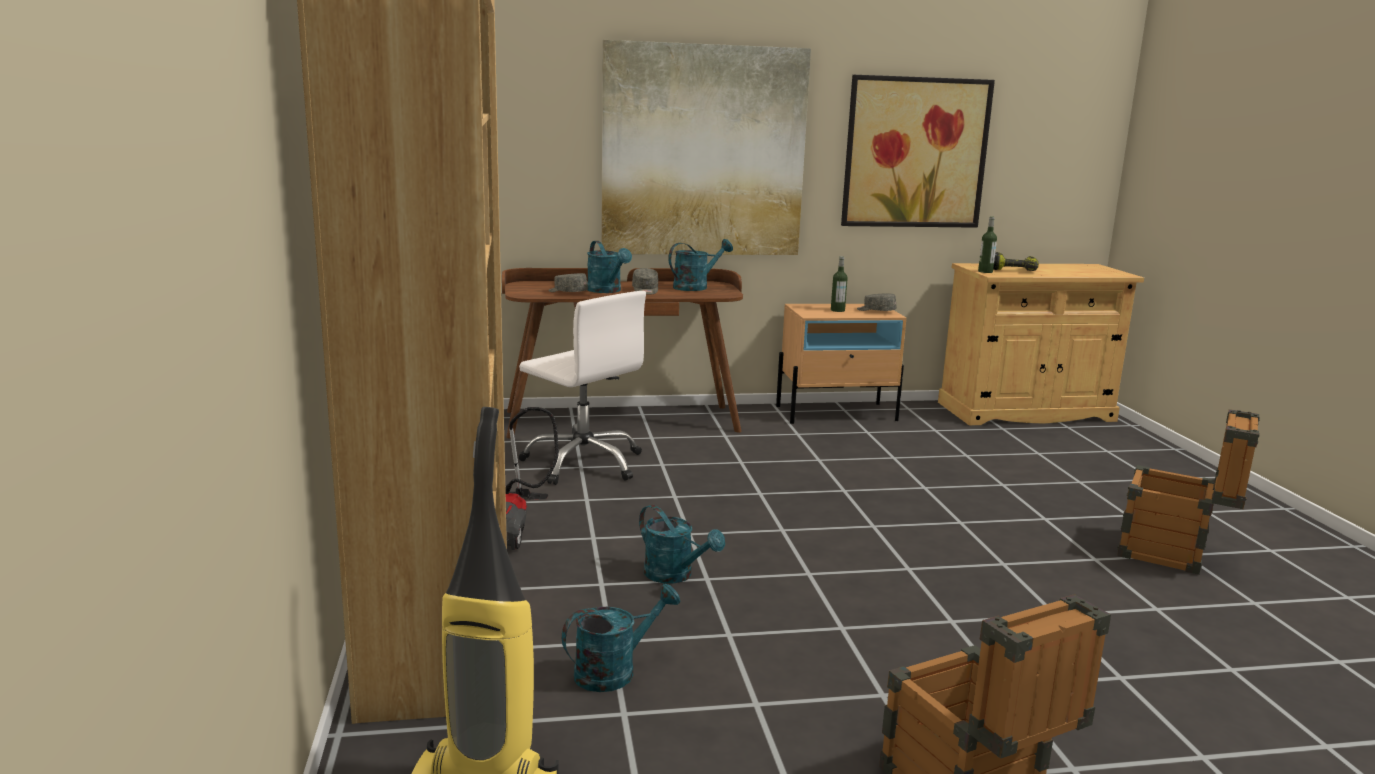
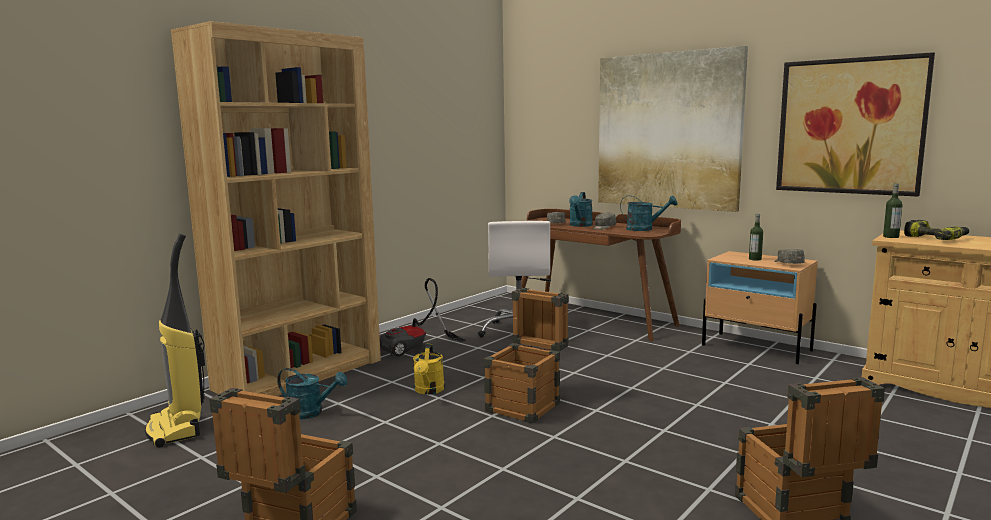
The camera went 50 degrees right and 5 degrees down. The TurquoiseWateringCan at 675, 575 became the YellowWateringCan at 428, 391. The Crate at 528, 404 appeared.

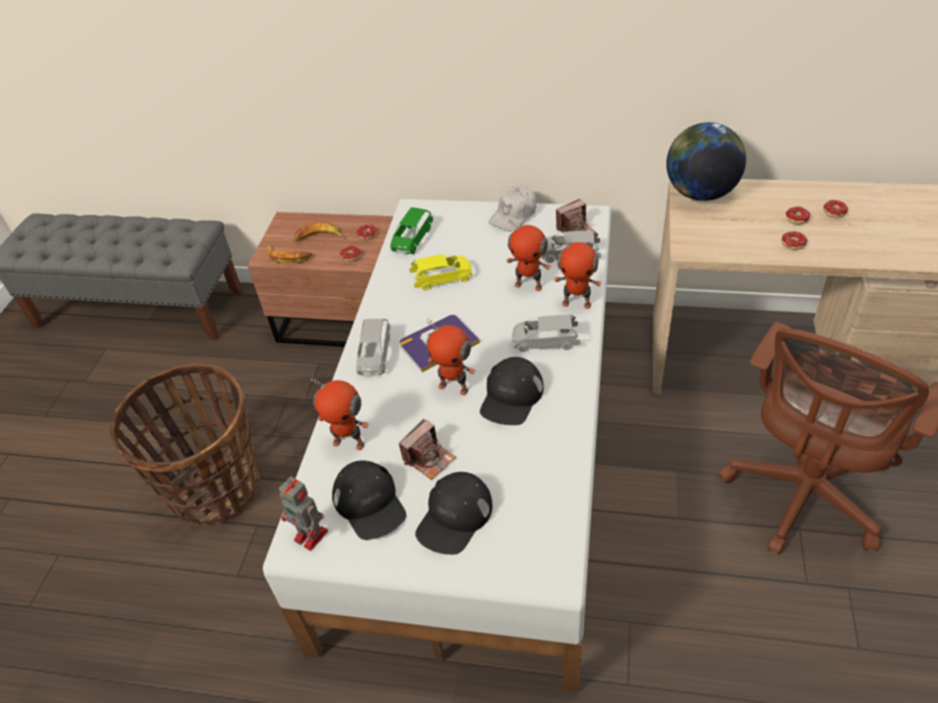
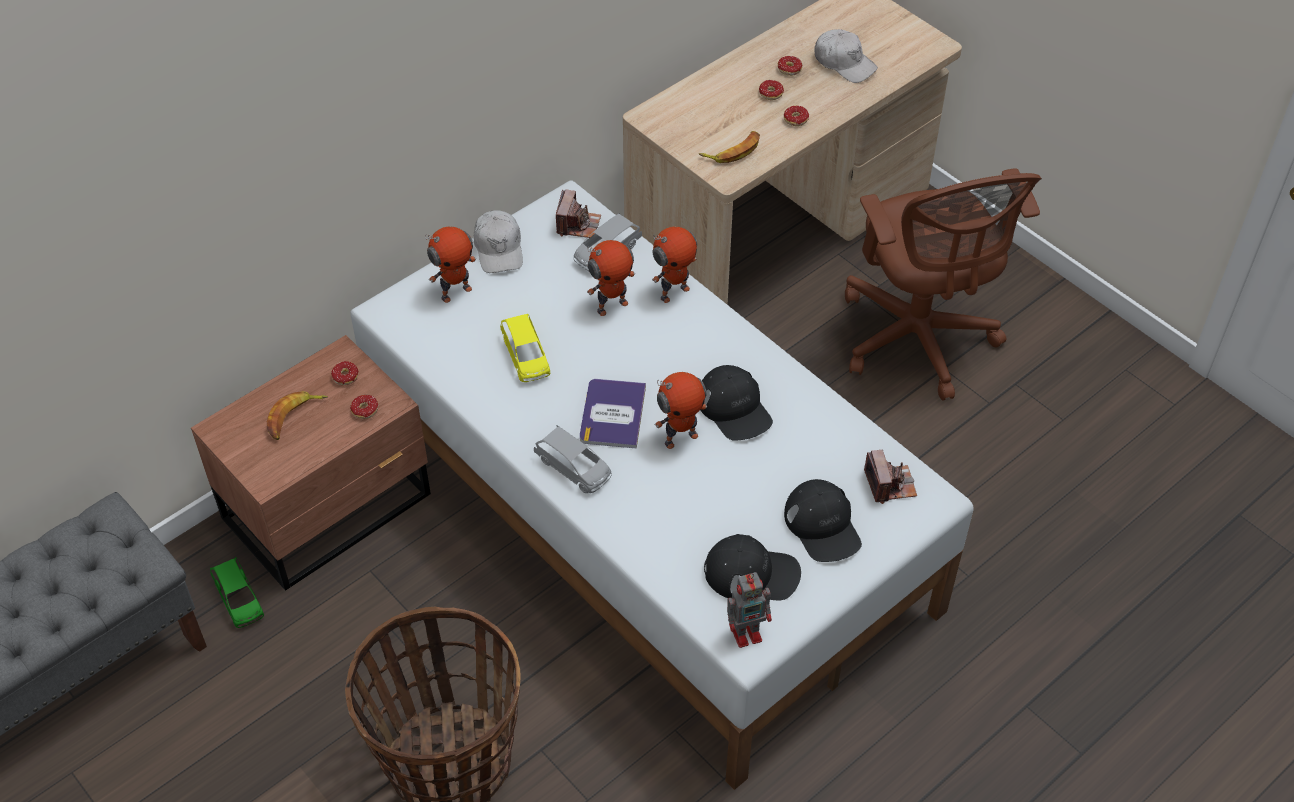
The camera went 55 degrees left and 5 degrees up. The GreenToyCar moved from 412, 239 to 239, 599. The ToyRobot moved from 349, 442 to 455, 292. The YellowToyCar at 442, 278 turned 135 degrees clockwise. The Banana moved from 288, 257 to 733, 151. The WhiteCap at 844, 63 appeared. The PhotoCamera moved from 429, 458 to 890, 484. The GreyToyCar at 545, 341 disappeared. The Globe at 700, 193 disappeared.

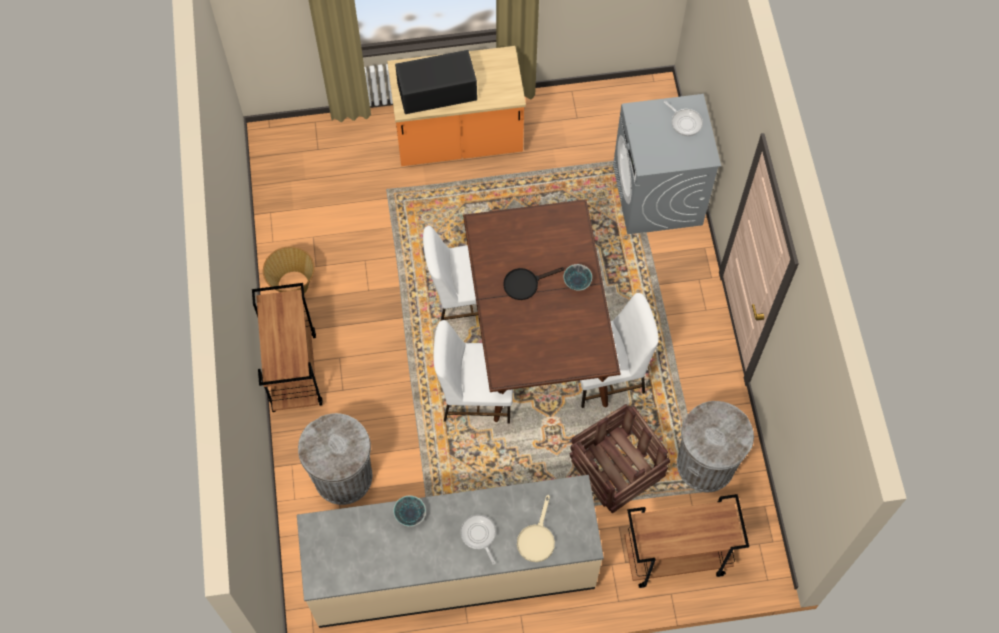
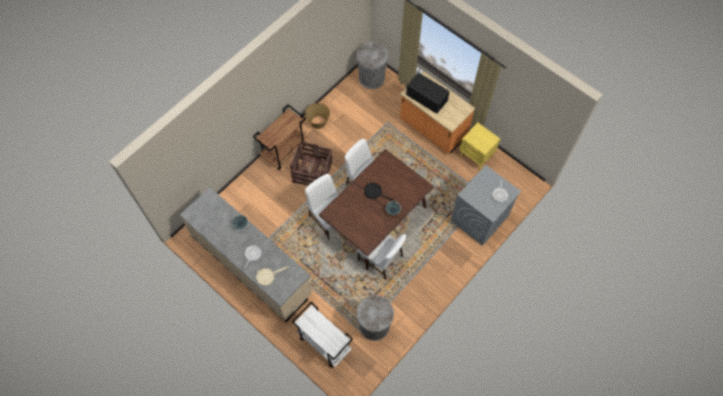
The camera went 50 degrees right and 0 degrees up. The Crate moved from 616, 467 to 312, 171. The BrownCart at 675, 558 became the WhiteCart at 324, 343. The GreyTrashCan moved from 343, 477 to 371, 78. The YellowNightstand at 476, 157 appeared.

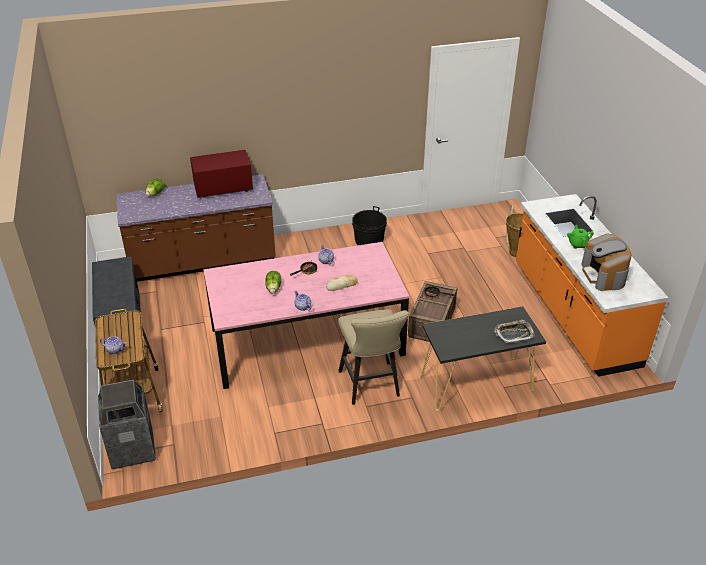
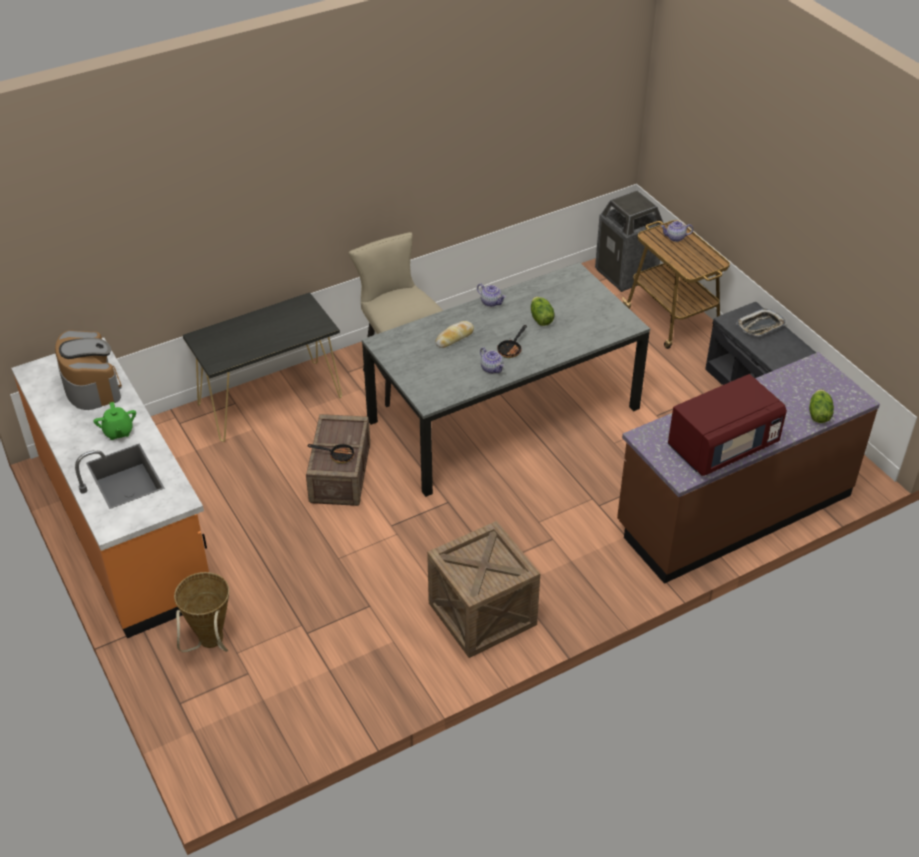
The camera went 165 degrees right and 5 degrees up. The PinkDiningTable at 306, 342 became the GreyDiningTable at 504, 414. The BlackBucket at 369, 240 was replaced by the Crate at 482, 614. The Tray moved from 514, 334 to 760, 326.

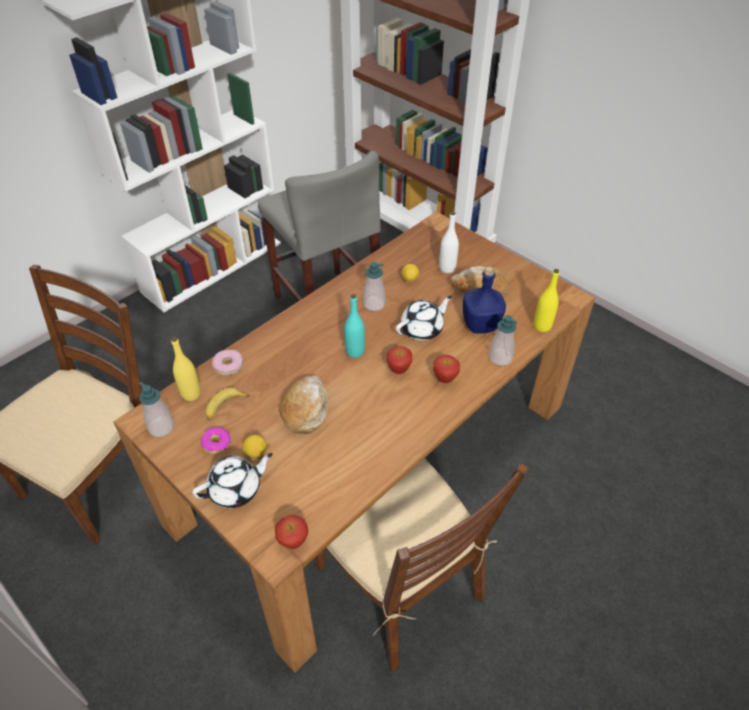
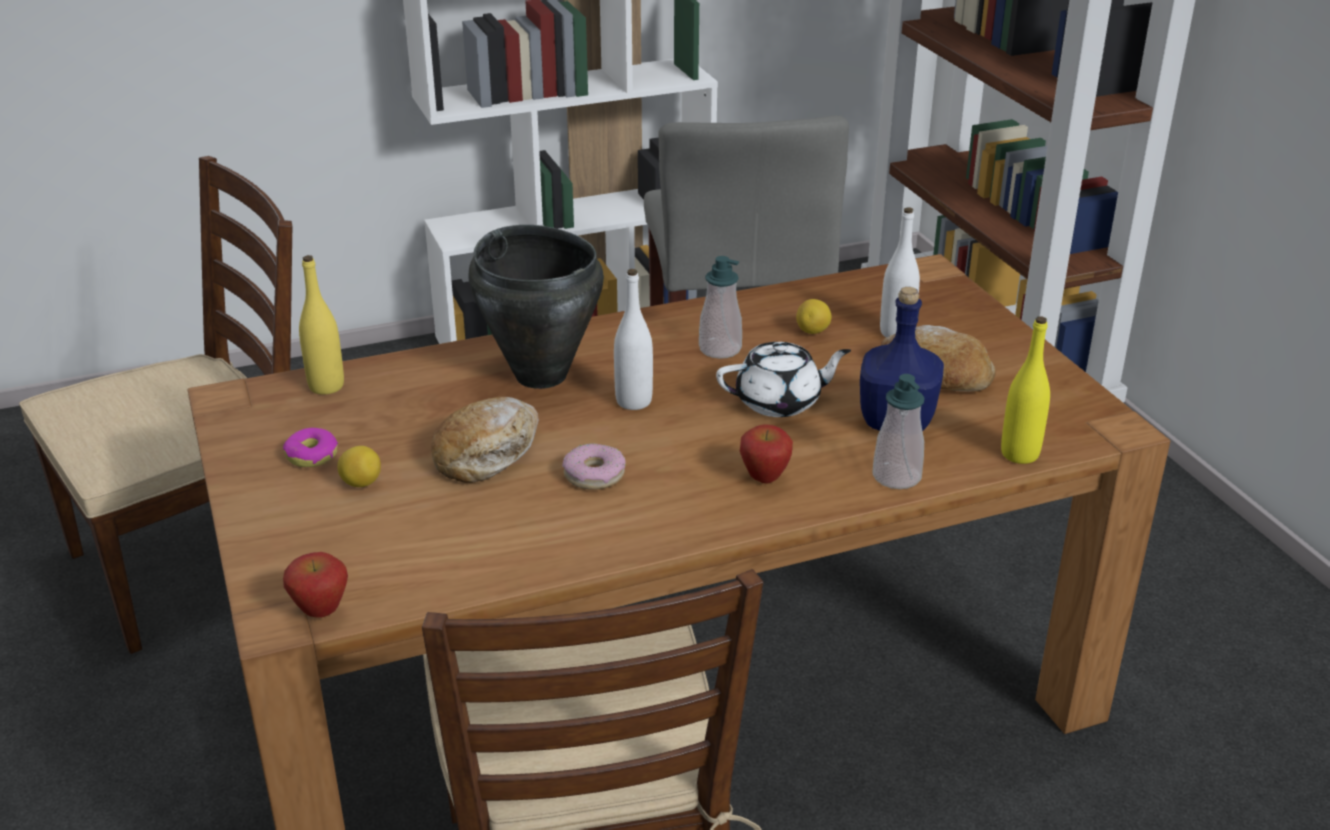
The camera went 25 degrees right and 15 degrees down. The BlackCookingPot at 541, 375 appeared. The Donut moved from 228, 365 to 594, 475. The TurquoiseBottle at 355, 351 became the WhiteBottle at 634, 401. The SoapDispenser at 161, 427 disappeared. The WhiteTeapot at 236, 489 disappeared. The Banana at 224, 407 disappeared. The Apple at 398, 370 disappeared.

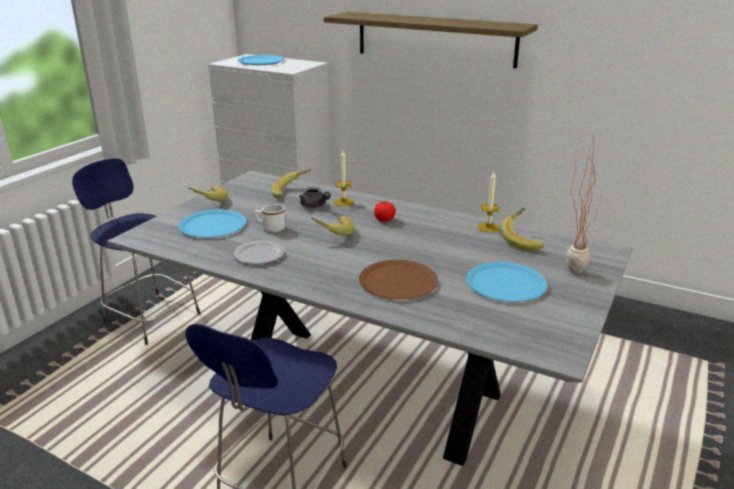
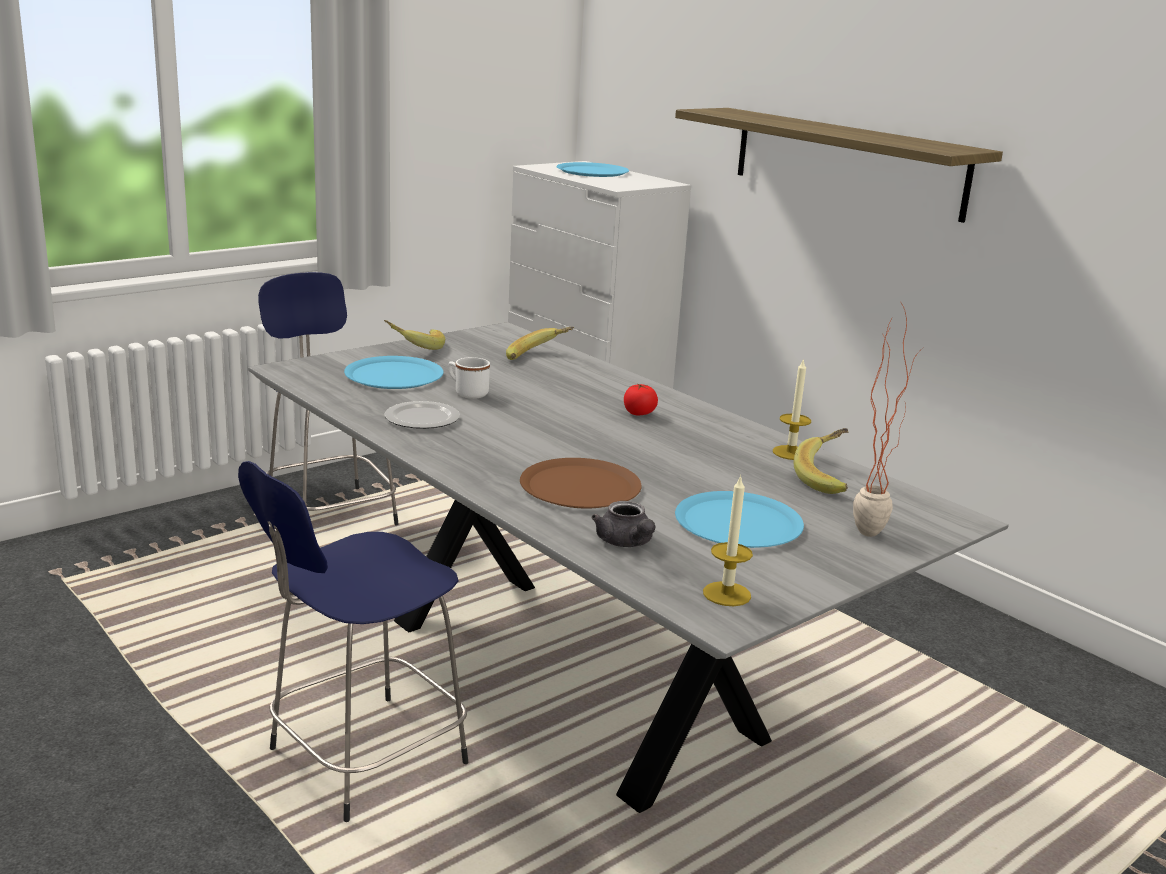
The camera went 20 degrees right and 5 degrees down. The GreyTeapot moved from 315, 206 to 626, 543. The Candle moved from 343, 202 to 726, 594. The Banana at 332, 233 disappeared.

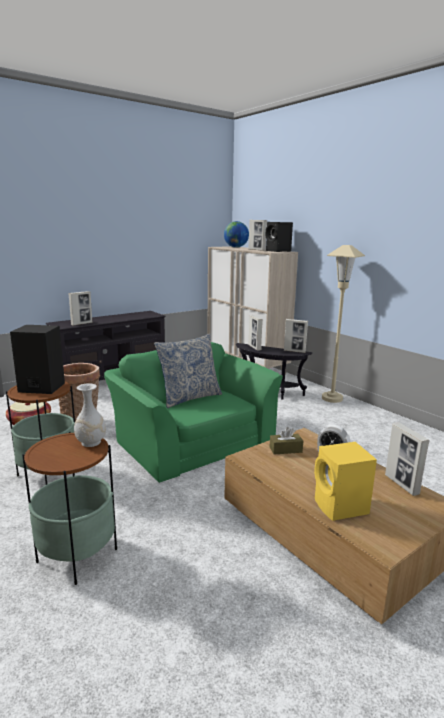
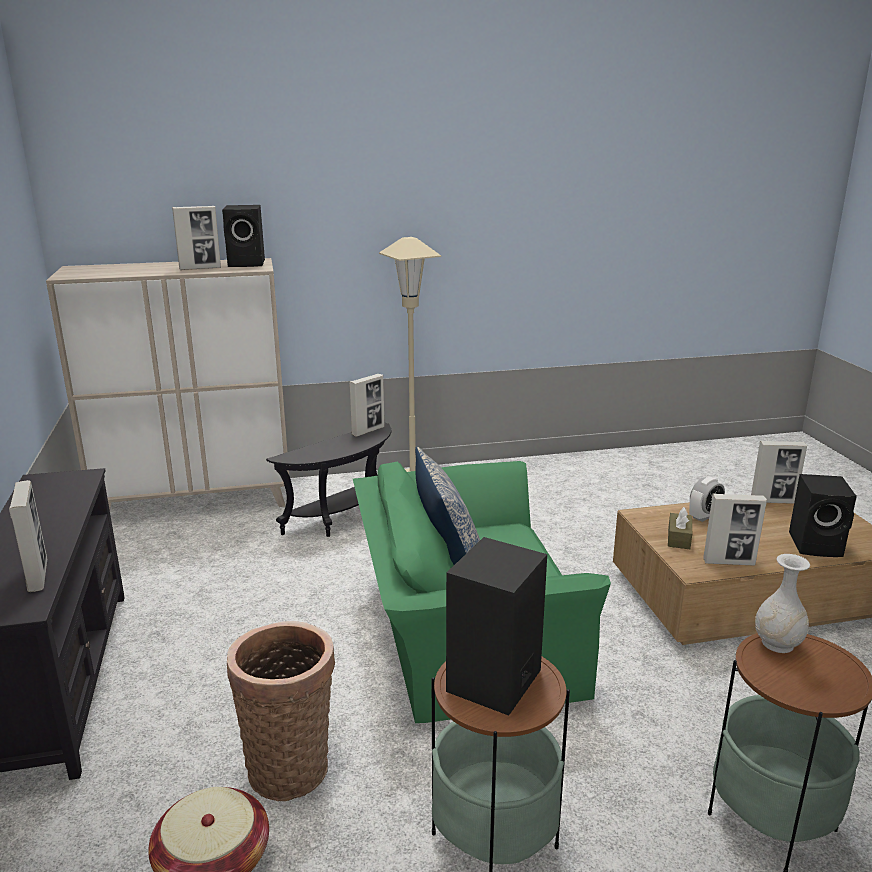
The camera went 65 degrees left and 5 degrees up. The PictureFrame moved from 254, 347 to 729, 562. The YellowSpeaker at 341, 507 became the BlackSpeaker at 817, 545. The Globe at 236, 247 disappeared.

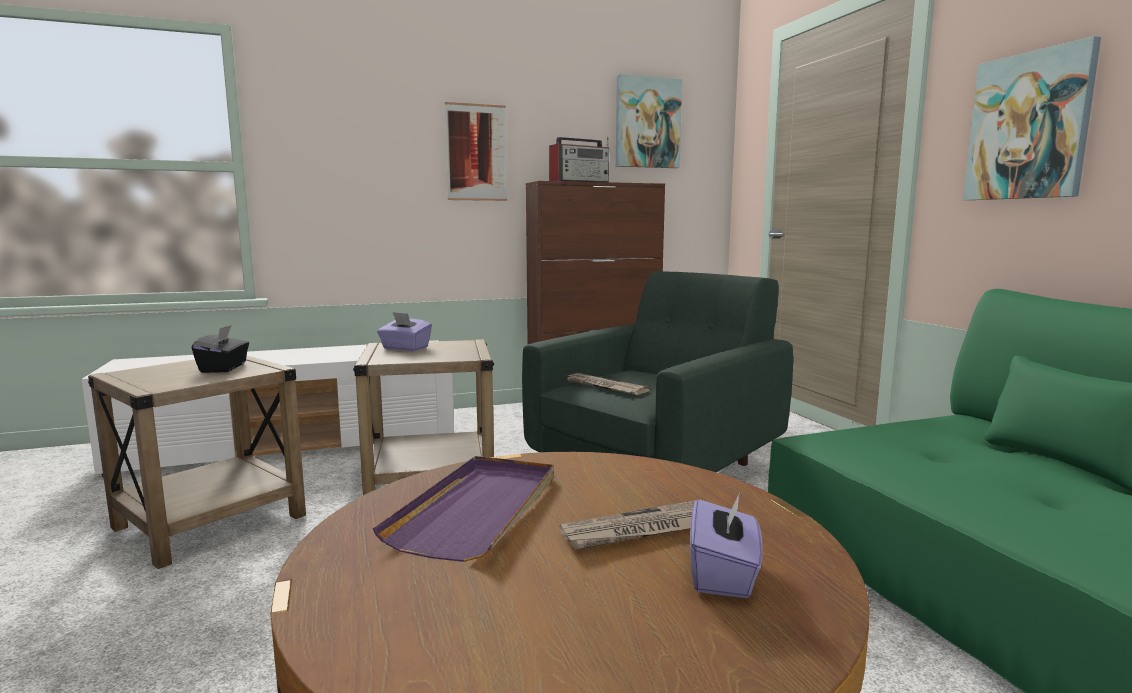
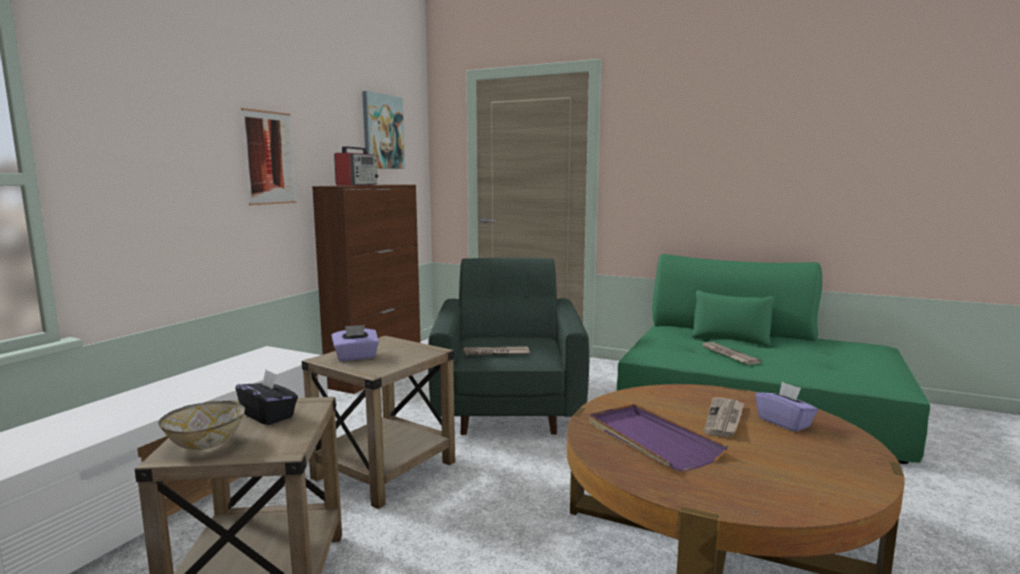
The camera went 45 degrees left and 0 degrees up. The Bowl at 205, 444 appeared. The Newspaper at 728, 355 appeared. The Picture at 1028, 126 disappeared.

